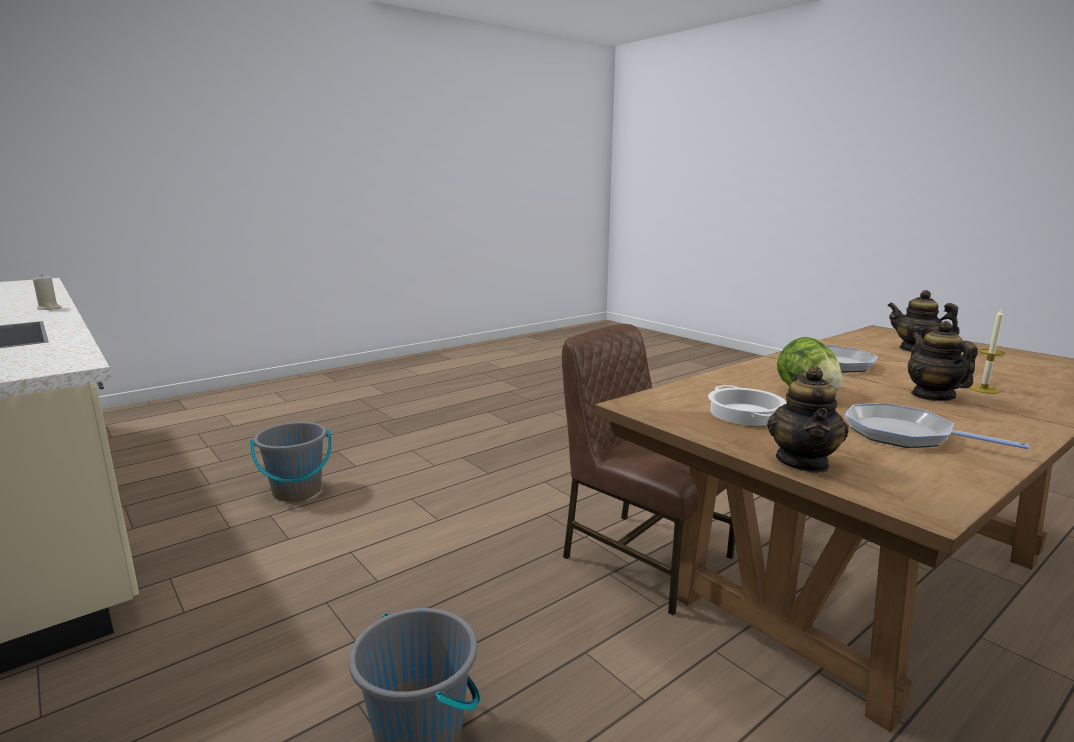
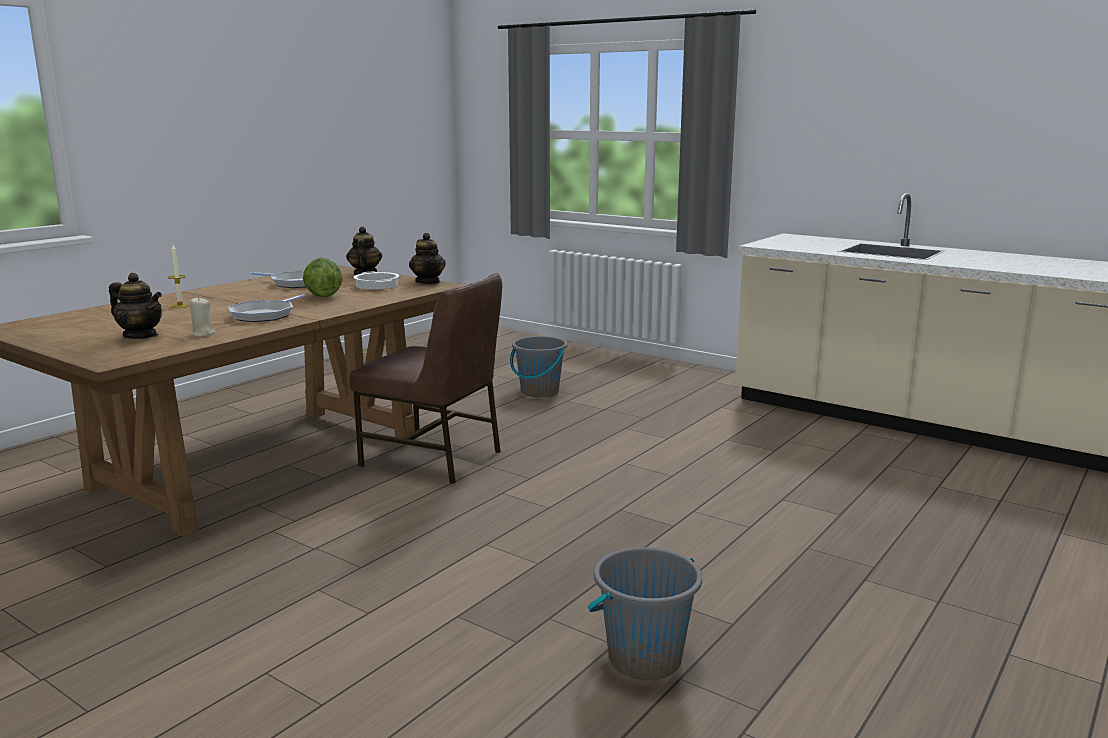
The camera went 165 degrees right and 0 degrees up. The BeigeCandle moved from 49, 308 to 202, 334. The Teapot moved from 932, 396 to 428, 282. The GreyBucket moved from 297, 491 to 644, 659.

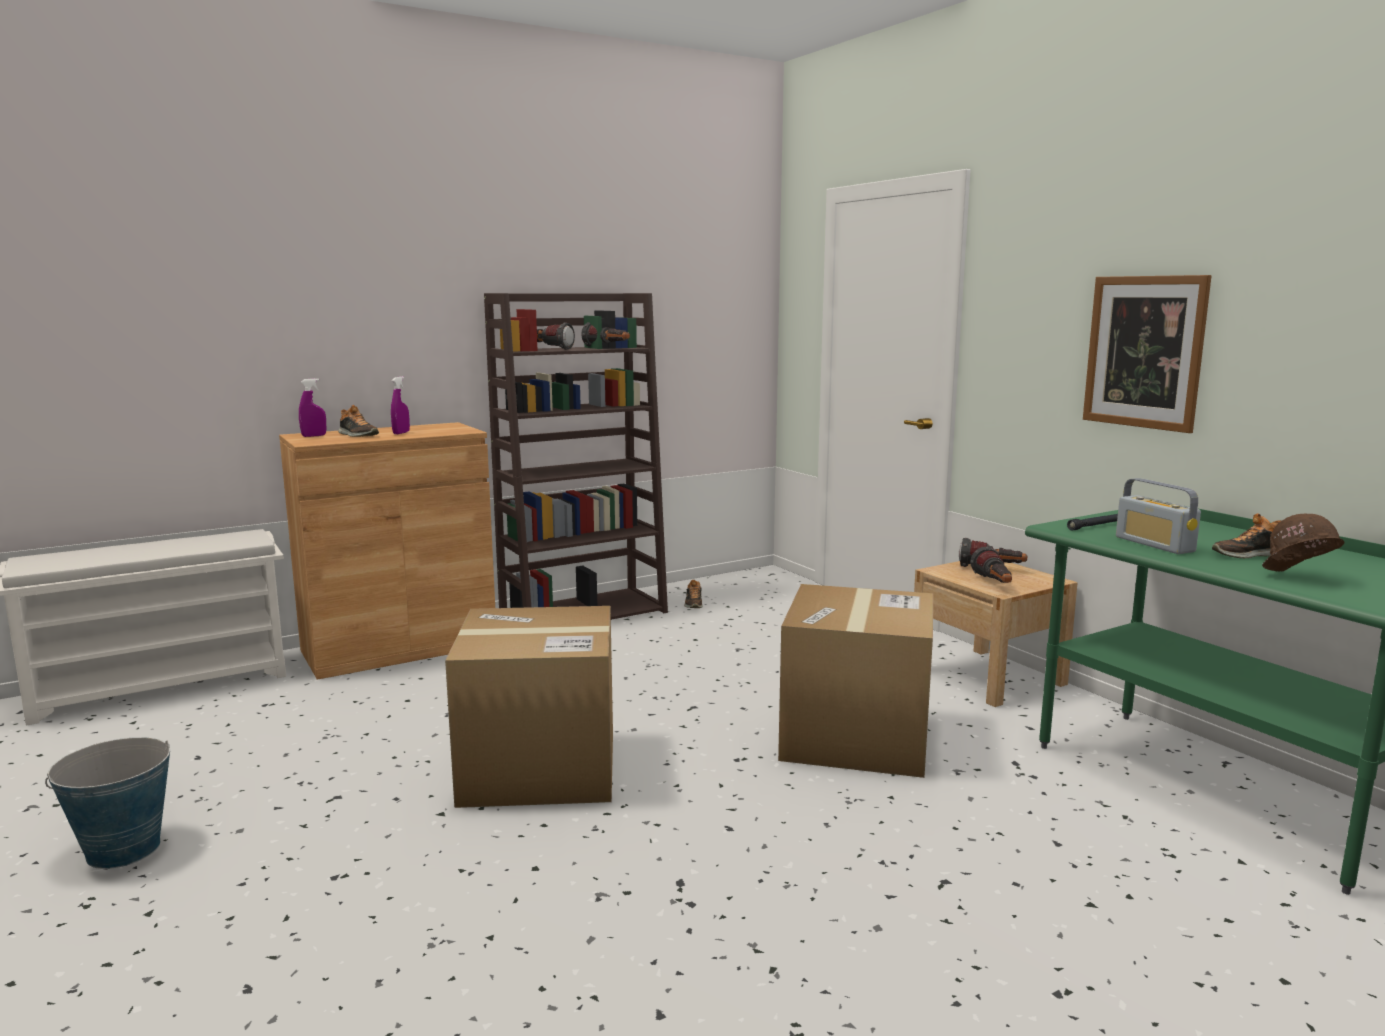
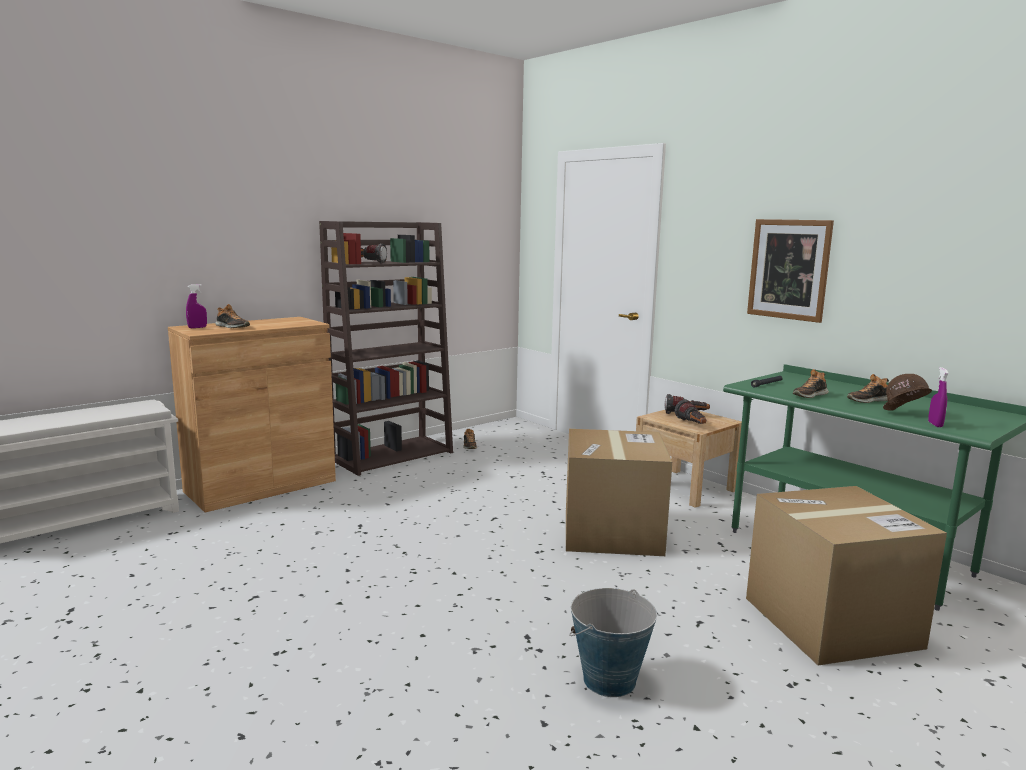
The camera went 10 degrees left and 0 degrees up. The Bucket moved from 123, 850 to 609, 680. The CardboardBox moved from 539, 767 to 831, 622. The Radio at 1154, 544 was replaced by the Shoe at 809, 395. The PurpleSprayBottle moved from 401, 433 to 935, 424. The Flashlight at 608, 348 disappeared.

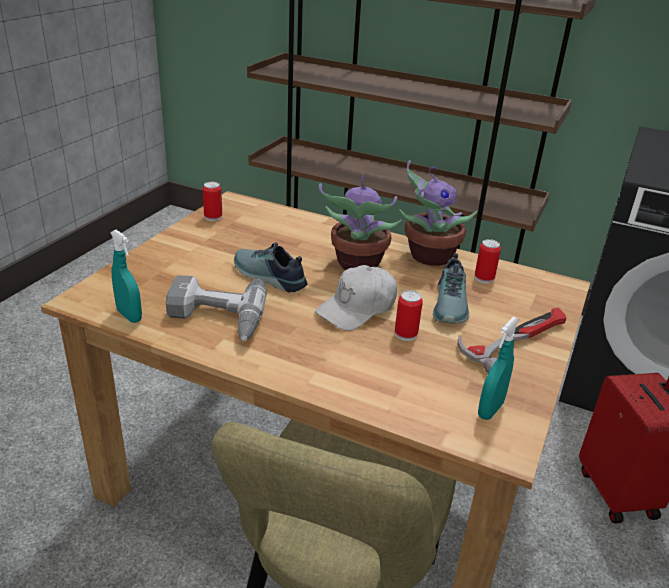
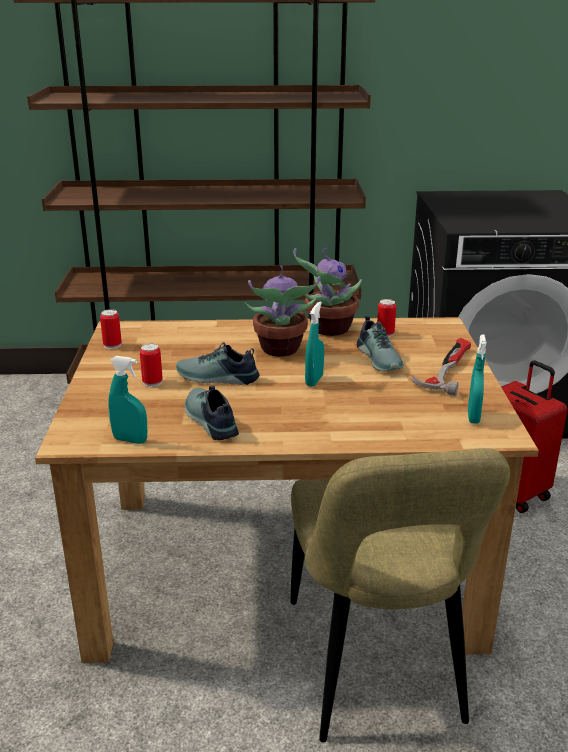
The camera went 25 degrees left and 5 degrees down. The Can moved from 406, 334 to 152, 382. The PowerDrill at 215, 319 was replaced by the Shoe at 209, 421. The WhiteCap at 357, 308 was replaced by the TurquoiseSprayBottle at 314, 380.

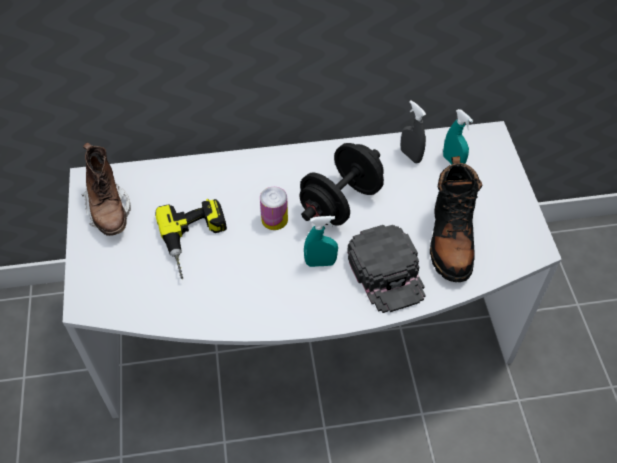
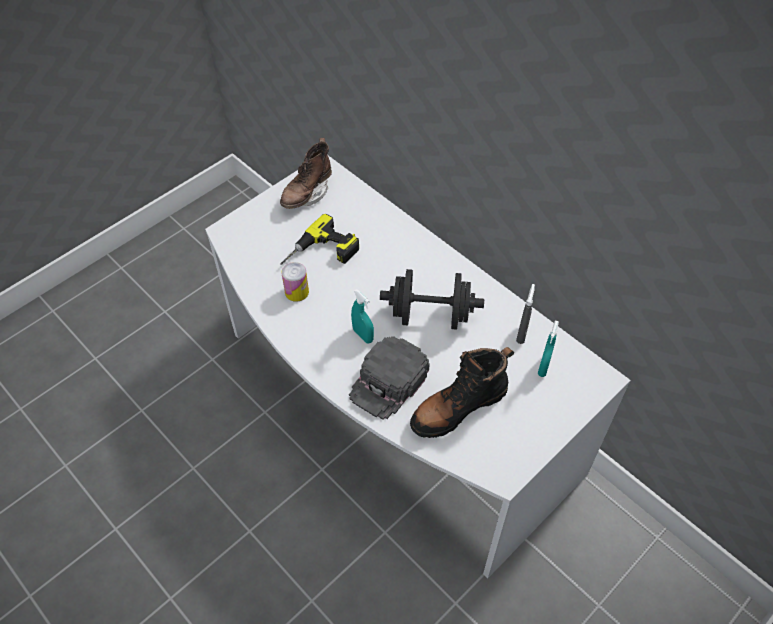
The camera went 55 degrees right and 0 degrees up. The Can moved from 274, 219 to 297, 292.

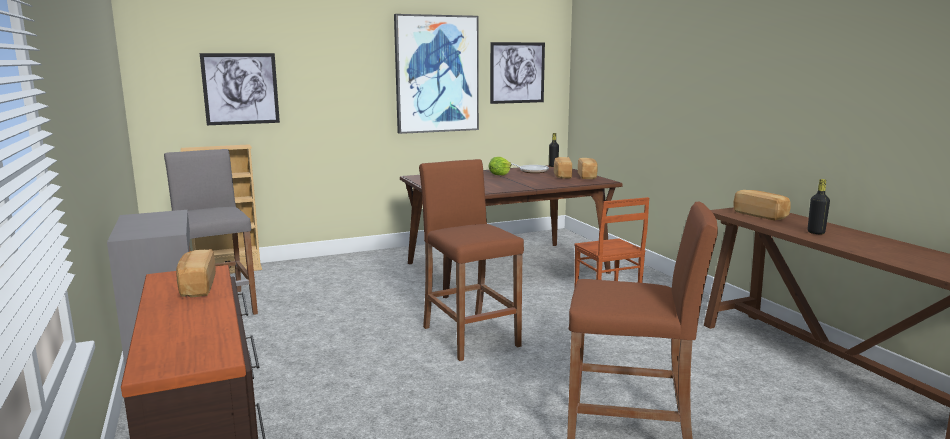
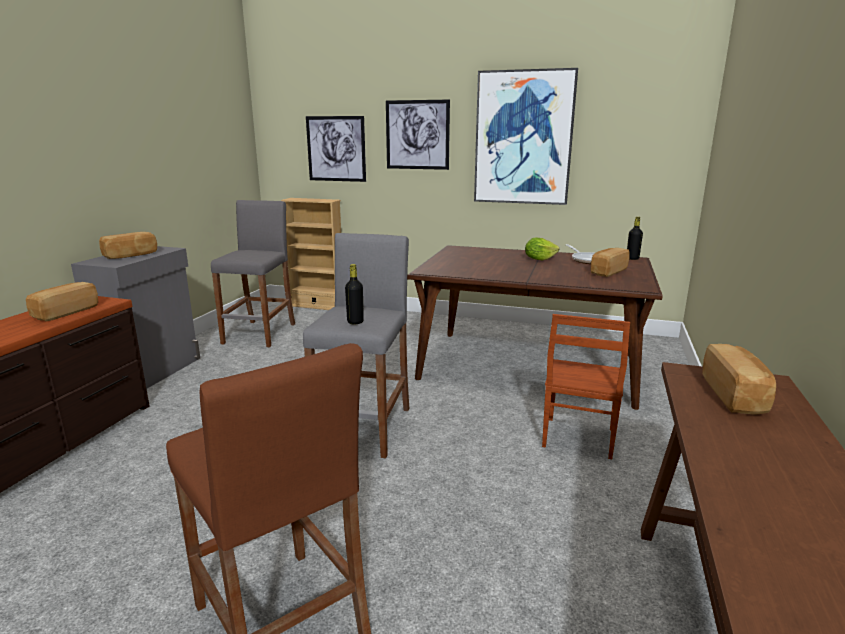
The camera went 40 degrees right and 5 degrees up. The Bread moved from 587, 176 to 131, 255. The BrownStool at 470, 336 became the GreyStool at 364, 427. The BlackBottle moved from 816, 232 to 355, 322. The Picture moved from 517, 72 to 417, 135.

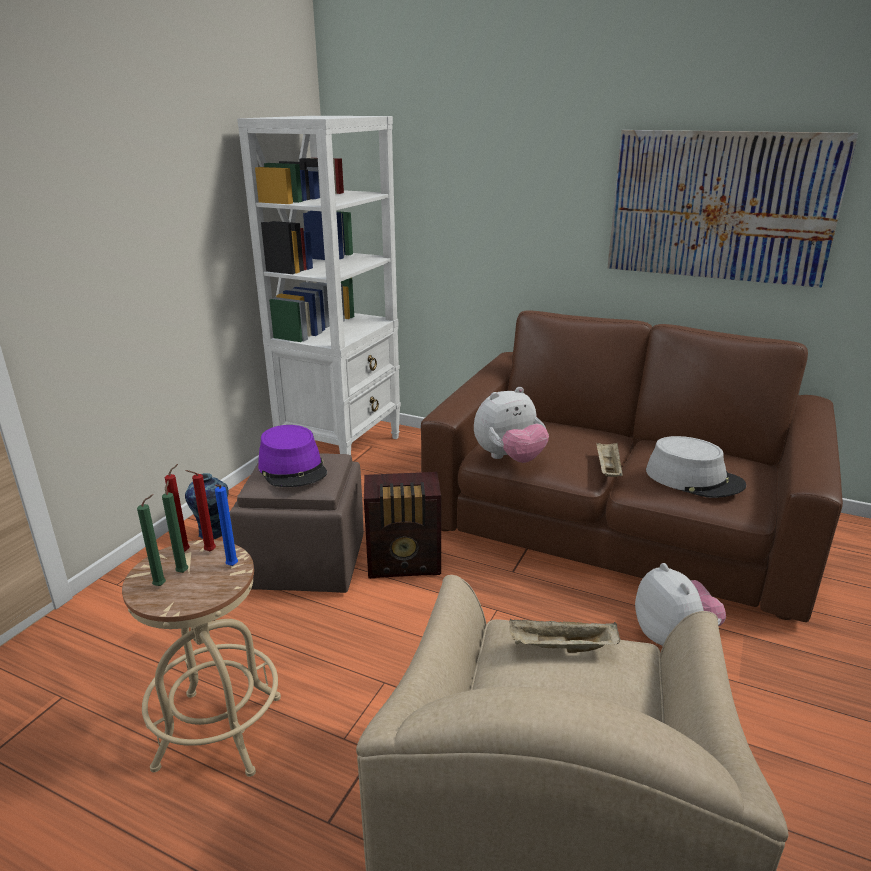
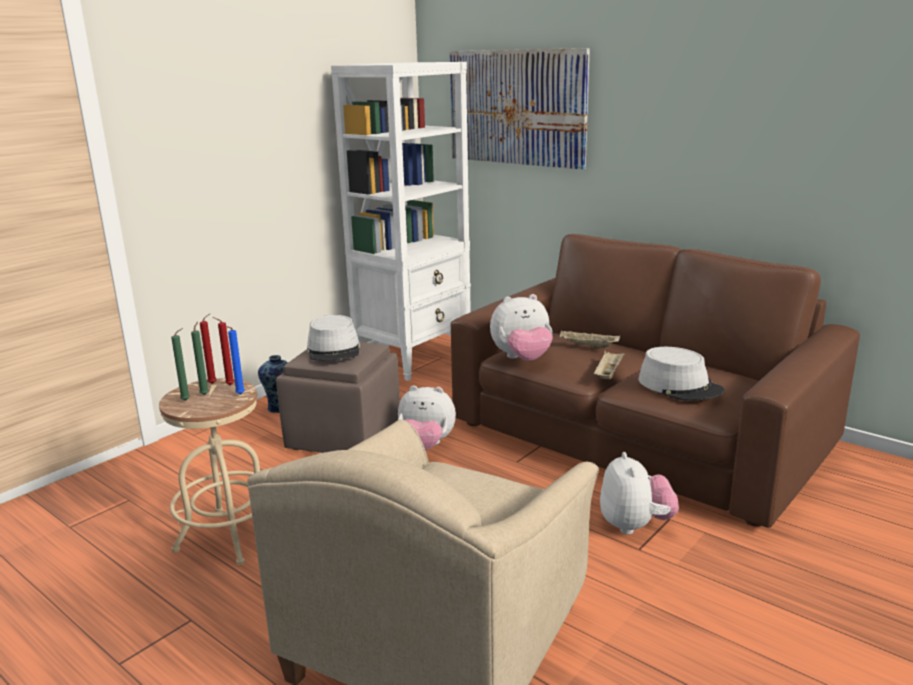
The camera went 15 degrees right and 5 degrees down. The PurpleHat at 293, 468 became the GreyHat at 334, 350. The Radio at 405, 564 was replaced by the PlushToy at 426, 446. The Picture moved from 720, 206 to 516, 107. The BeigeTray moved from 561, 648 to 587, 347.

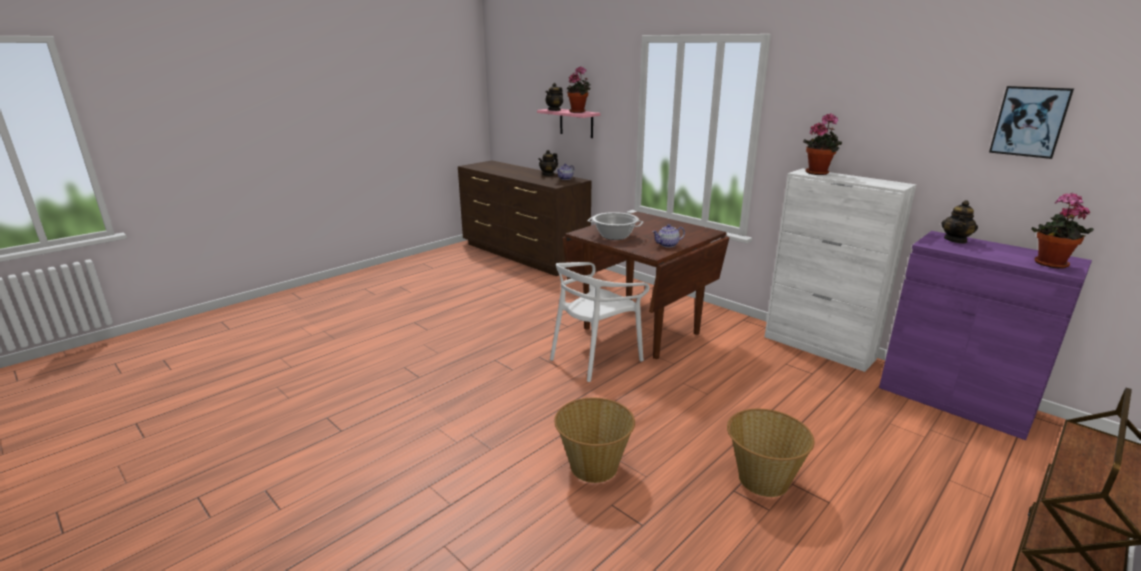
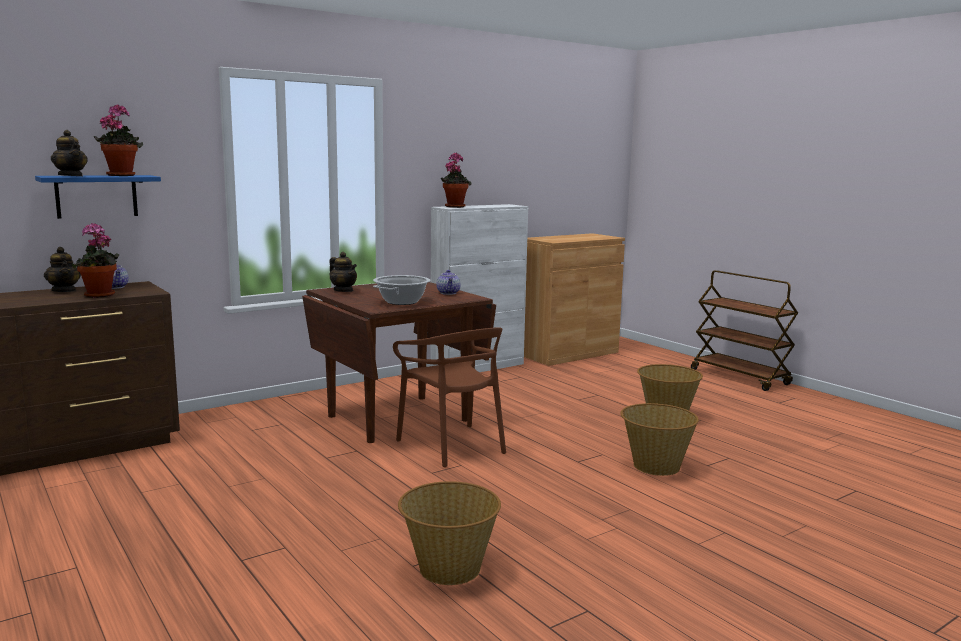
The camera went 80 degrees left and 10 degrees down. The PinkShelf at 576, 123 became the BlueShelf at 96, 196. The PottedPlant moved from 1049, 264 to 100, 296. The Teapot moved from 955, 240 to 343, 290. The WhiteChair at 595, 358 became the BrownChair at 452, 445. The Basket at 449, 569 appeared. The PurpleCabinet at 955, 399 became the BrownCabinet at 568, 353. The Picture at 1029, 121 disappeared.

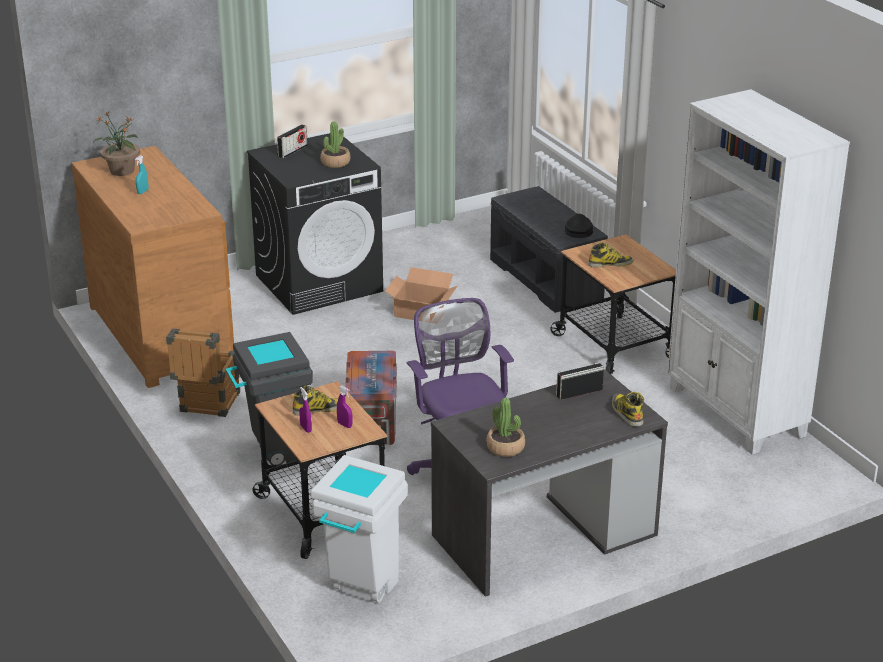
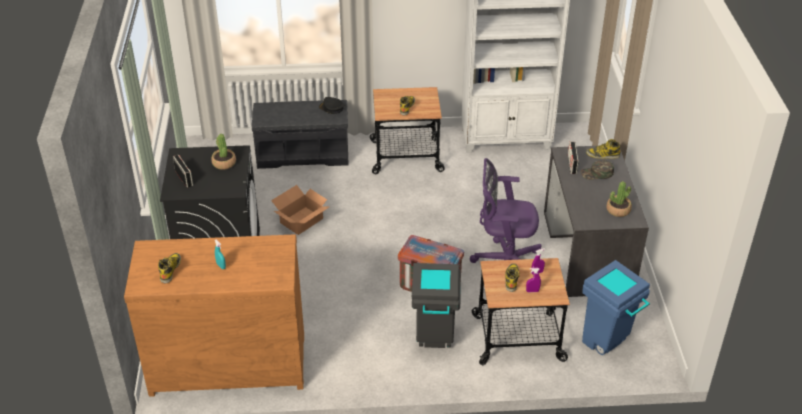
The camera went 65 degrees left and 10 degrees up. The PottedPlant at 121, 171 was replaced by the Boot at 170, 269. The GreenCap at 597, 173 appeared. The WhiteTrashCan at 361, 591 became the BlueTrashCan at 607, 344. The Crate at 207, 406 disappeared.

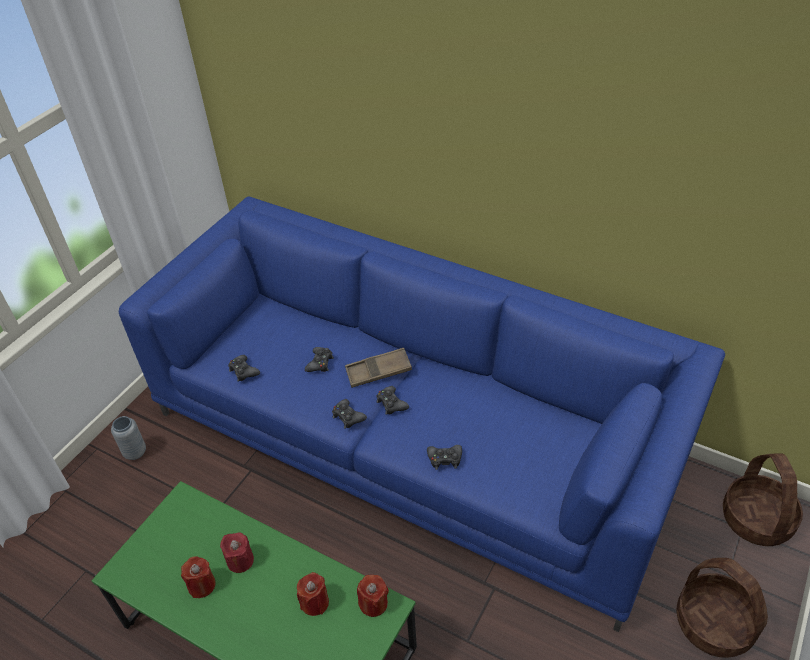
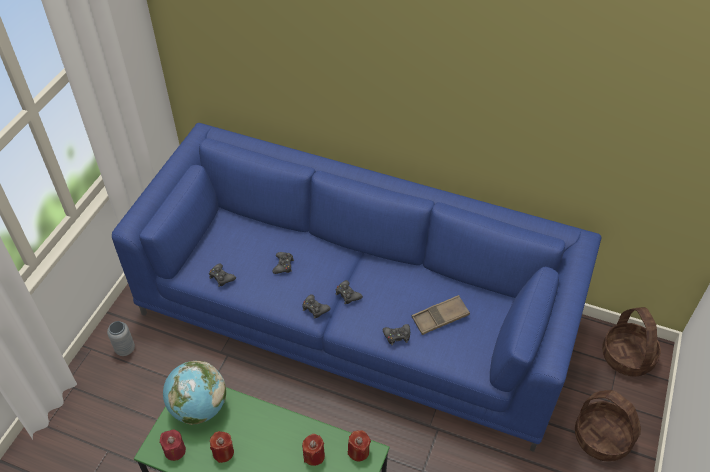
The camera went 10 degrees left and 5 degrees up. The RedCandle moved from 240, 560 to 175, 450. The Globe at 199, 407 appeared. The BrownTray moved from 378, 371 to 440, 317.

